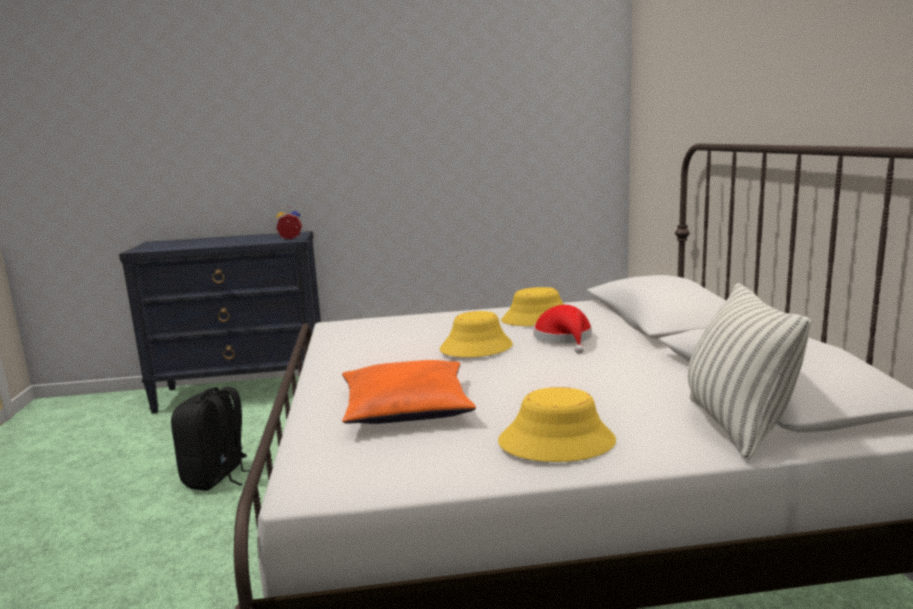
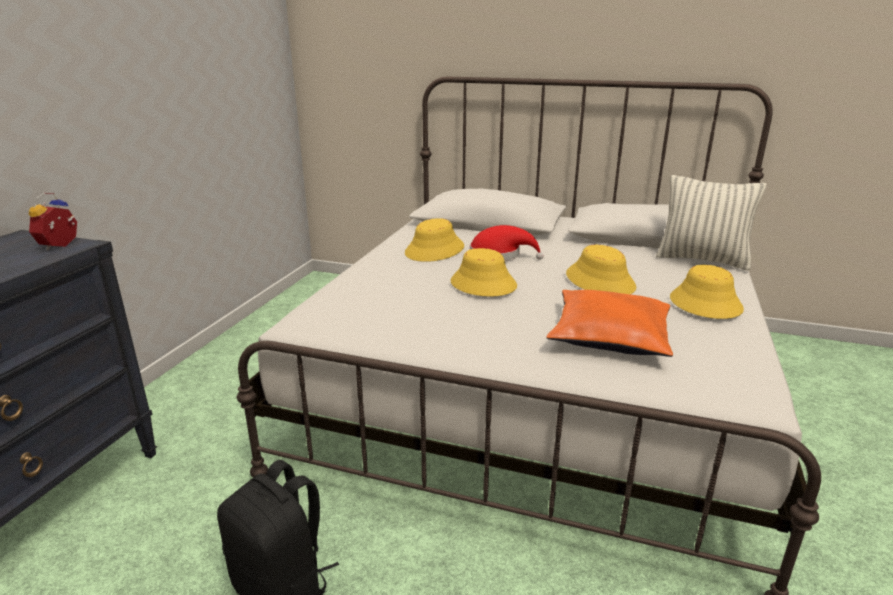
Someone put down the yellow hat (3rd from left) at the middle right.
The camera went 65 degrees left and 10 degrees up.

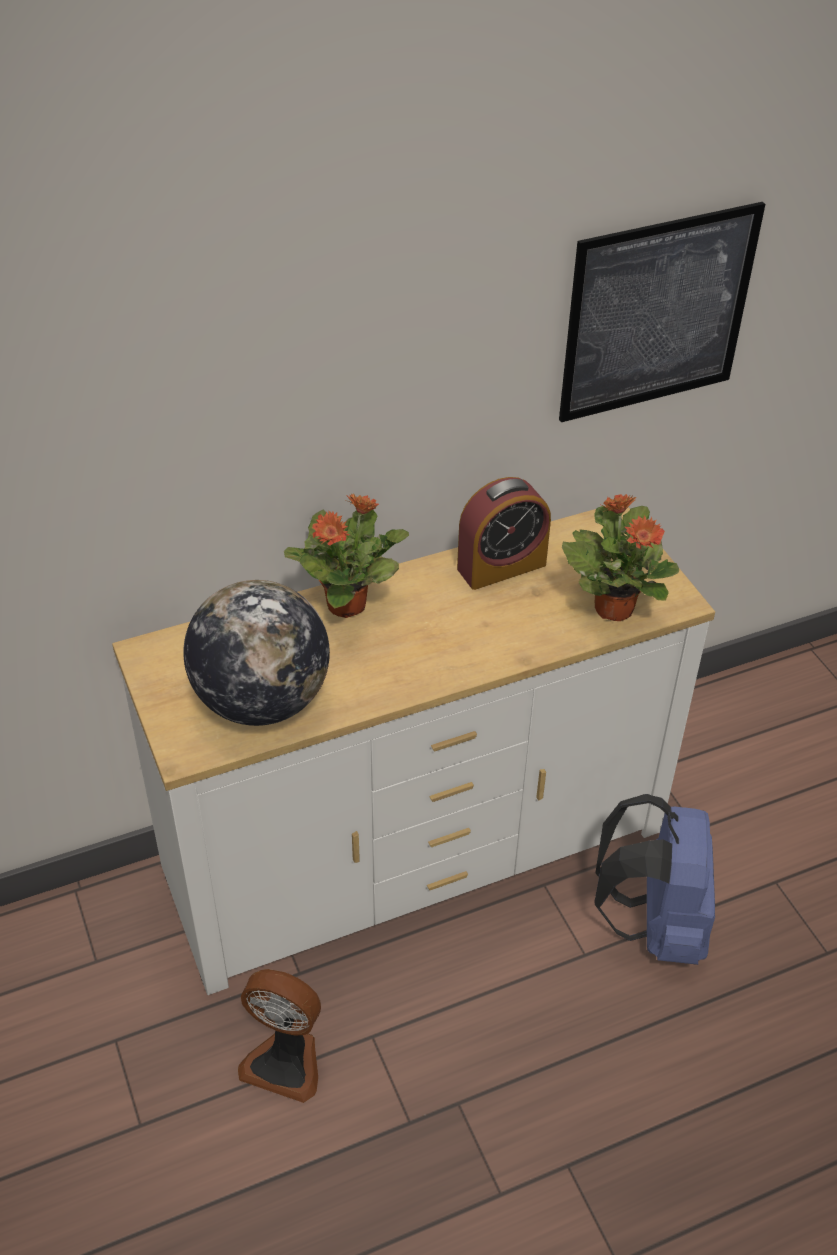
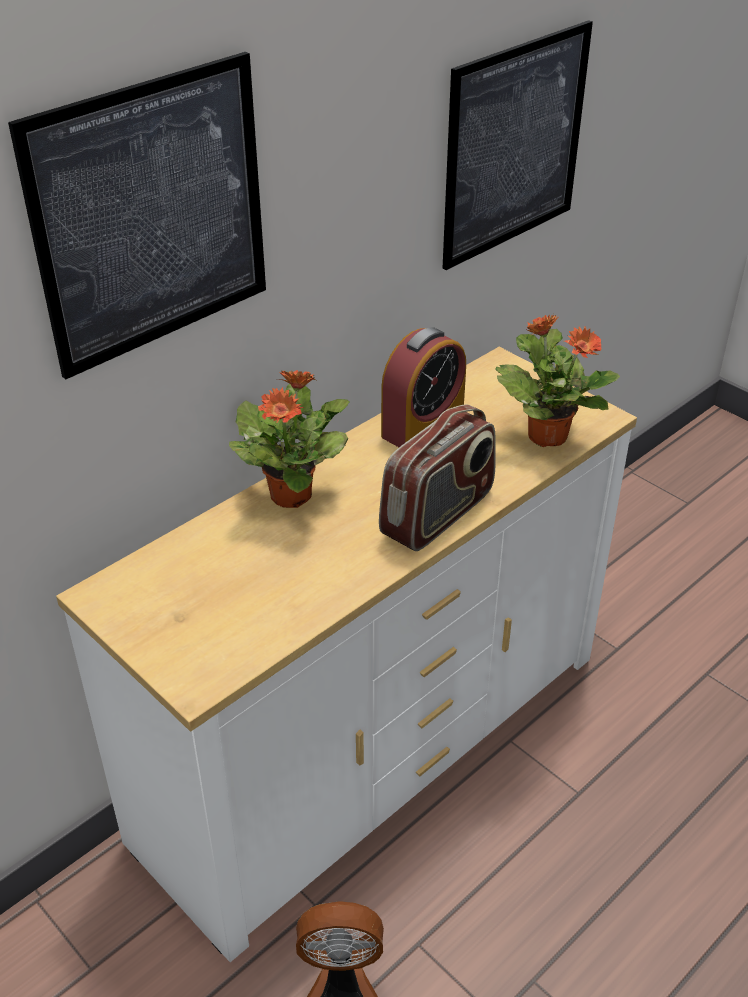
Someone took away the globe at the middle left.
Someone took away the blue backpack at the bottom right.
Someone put up the picture (1st from left) at the top left.
Someone put down the radio at the centre.
The camera went 20 degrees left and 5 degrees down.

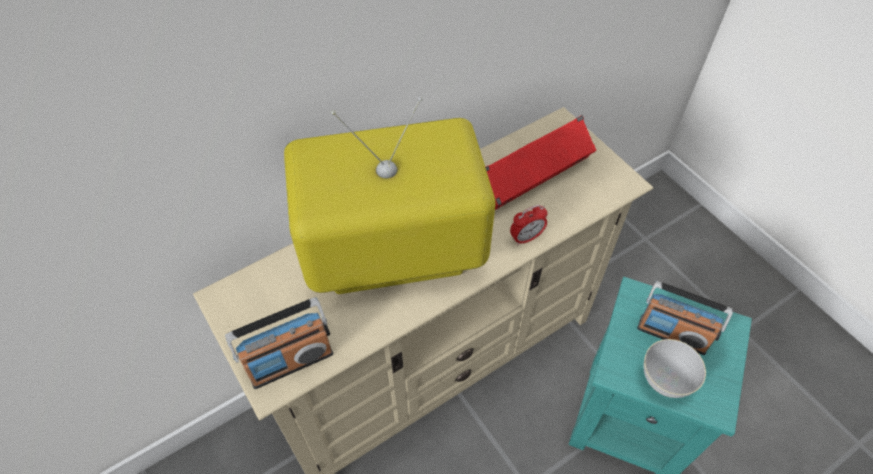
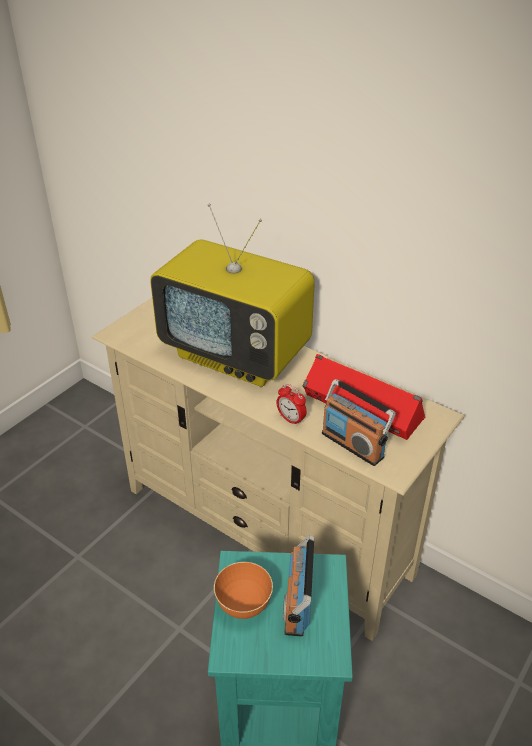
Someone carried the radio (1st from left in the first image) from the bottom left to the middle right.
Someone repainted the grey bowl at the bottom right, which became the orange bowl at the bottom centre.
Someone rotated the television at the centre by 150 degrees clockwise.
The camera went 70 degrees right and 15 degrees down.

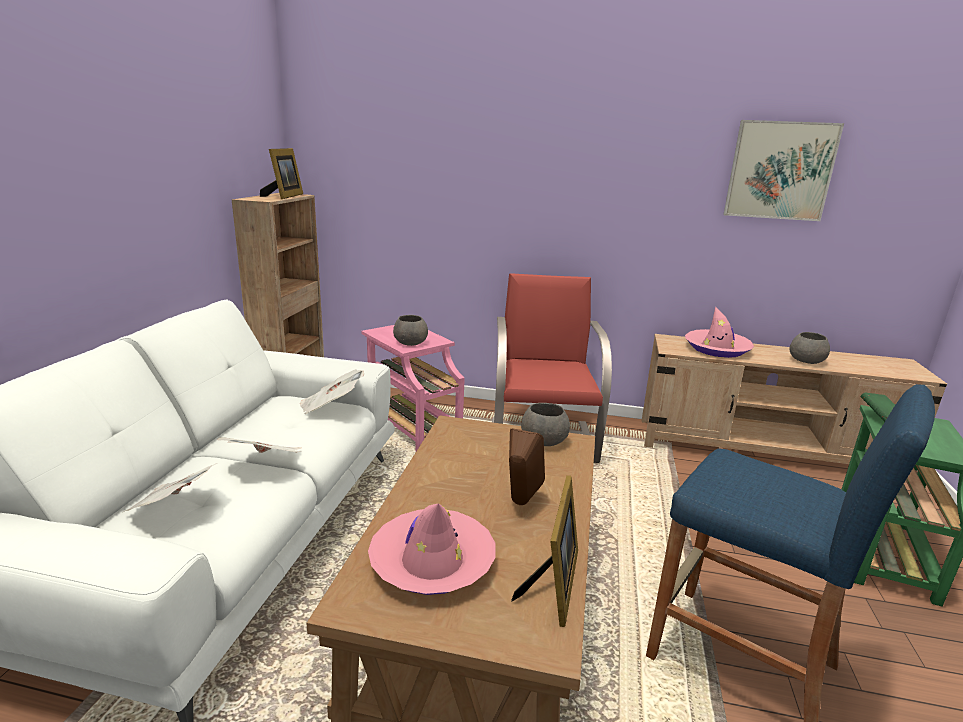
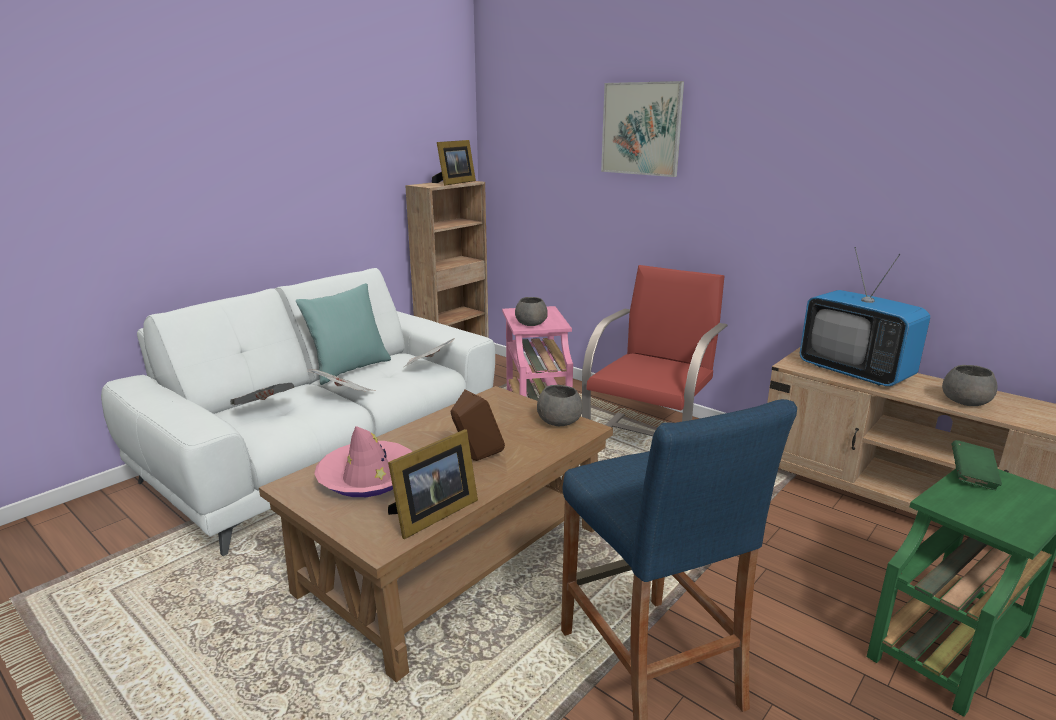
Someone put down the turquoise pillow at the middle left.
Someone carried the picture from the top right to the top centre.
Someone swapped the pink hat (2nd from left) at the middle right for the television at the middle right.
The camera went 30 degrees right and 0 degrees up.

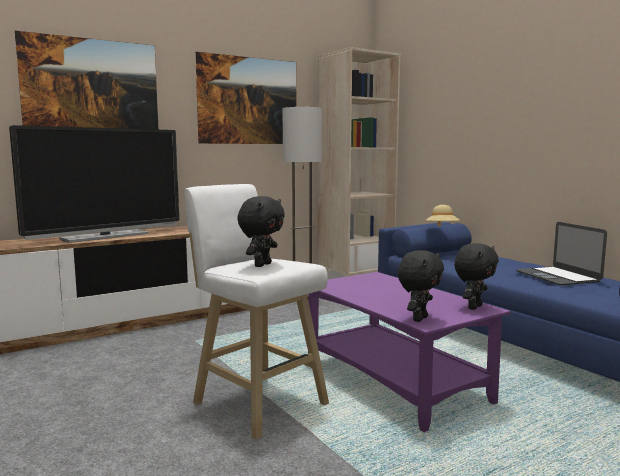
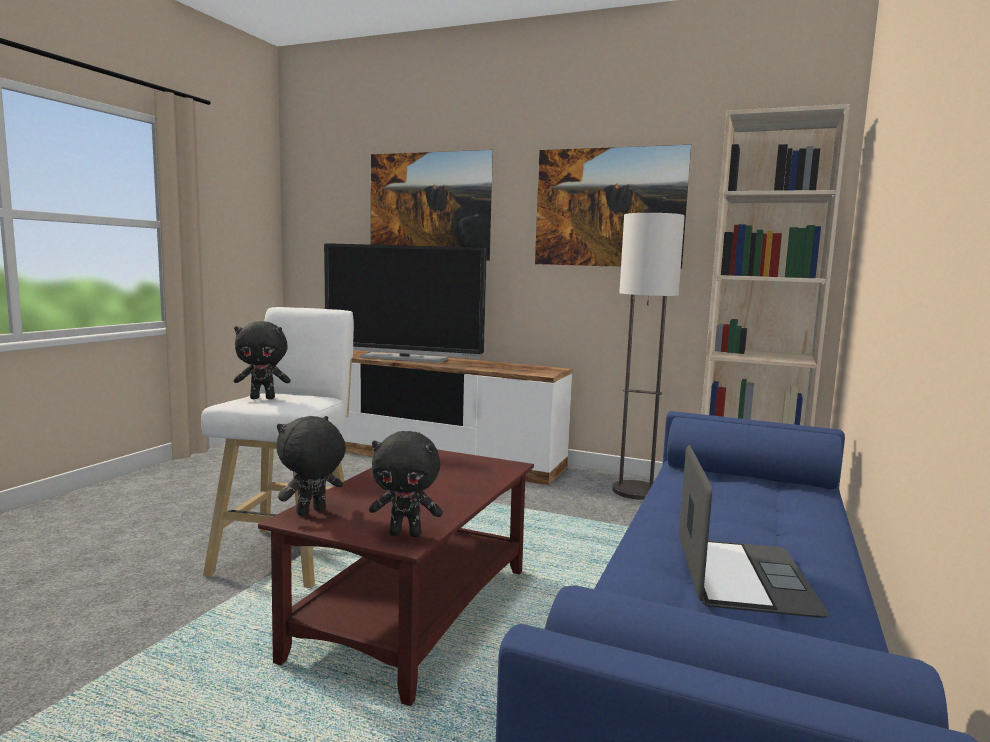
Someone took away the beige hat at the middle right.
Someone repainted the purple coffee table at the bottom centre, which became the brown coffee table at the bottom centre.
Someone rotated the black plush toy (2nd from left) at the middle right by 135 degrees clockwise.
Someone rotated the laptop at the middle right by 150 degrees clockwise.
The camera went 55 degrees right and 0 degrees up.

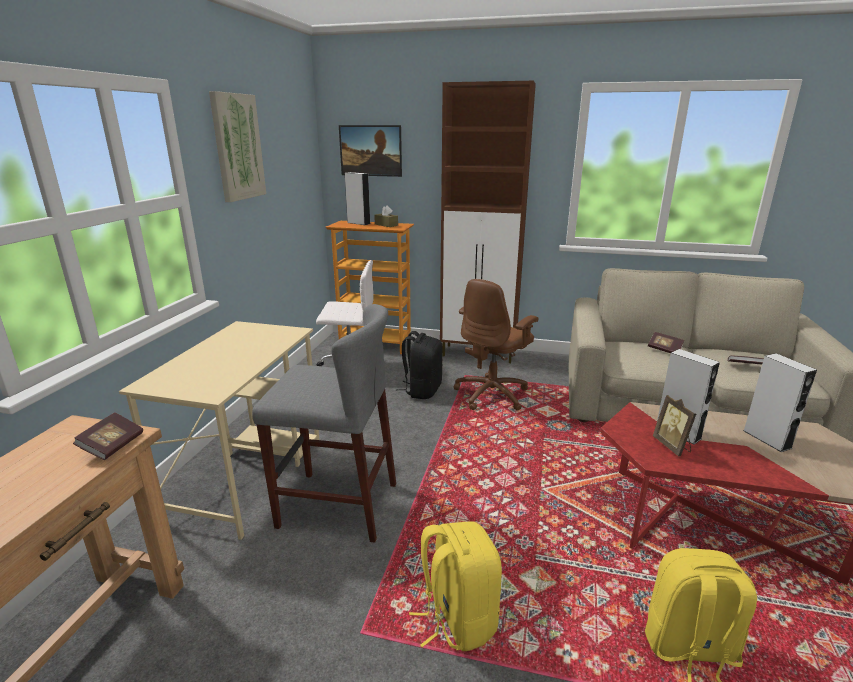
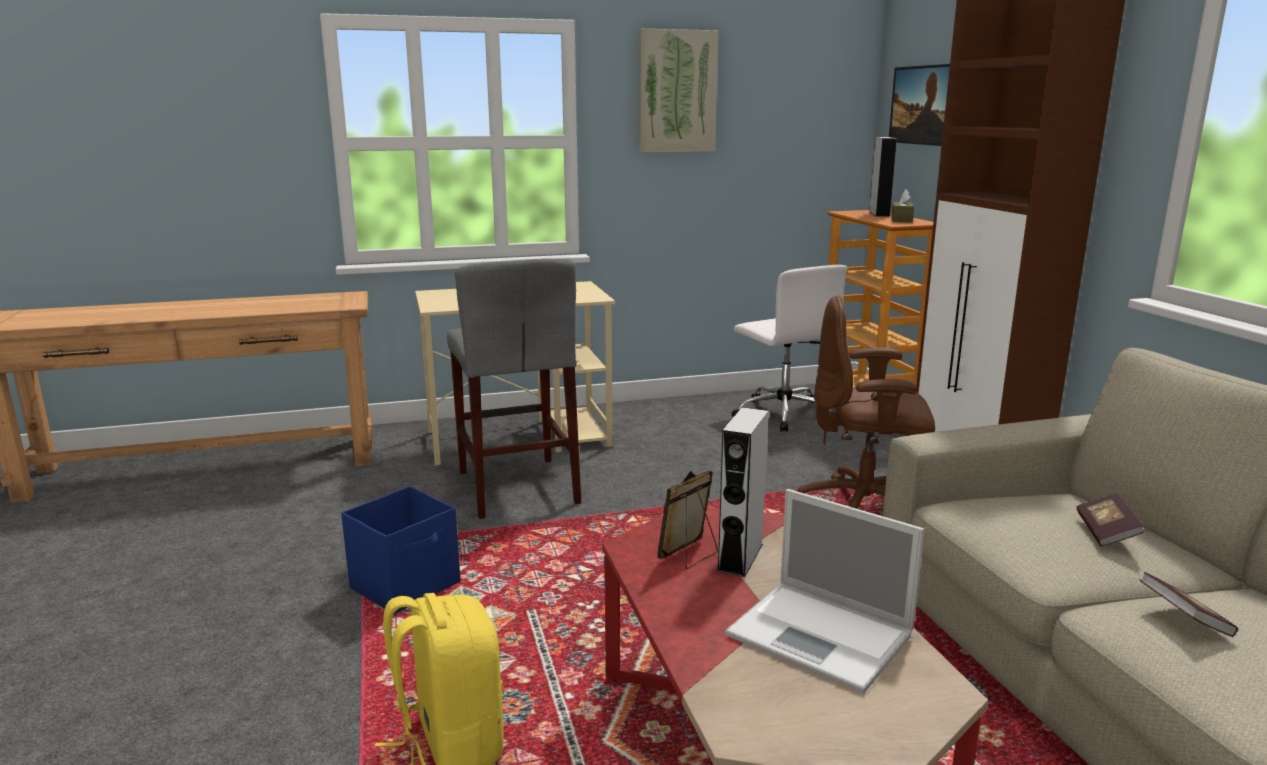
Someone took away the book (1st from left) at the middle left.
Someone took away the black backpack at the centre.
Someone swapped the yellow backpack (1st from left) at the bottom centre for the blue storage box at the bottom left.
Someone swapped the grey speaker (3rd from left) at the middle right for the laptop at the bottom centre.
The camera went 60 degrees right and 5 degrees down.

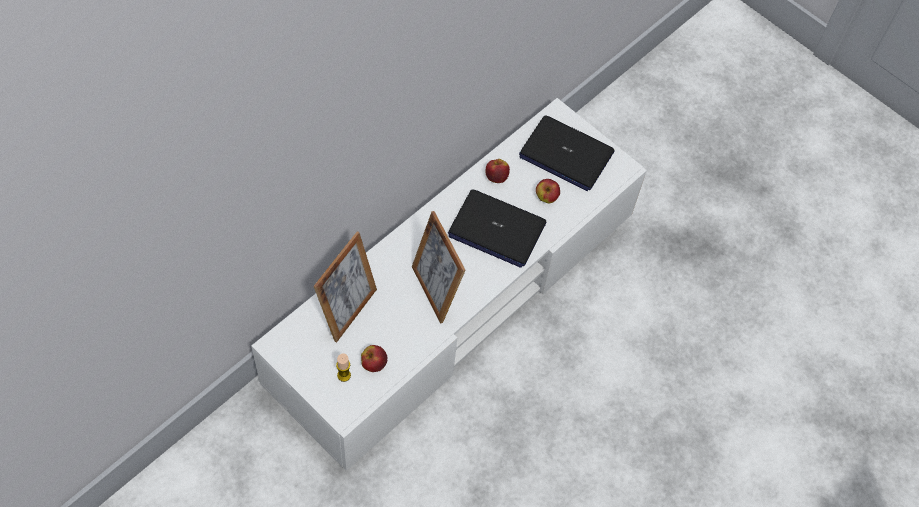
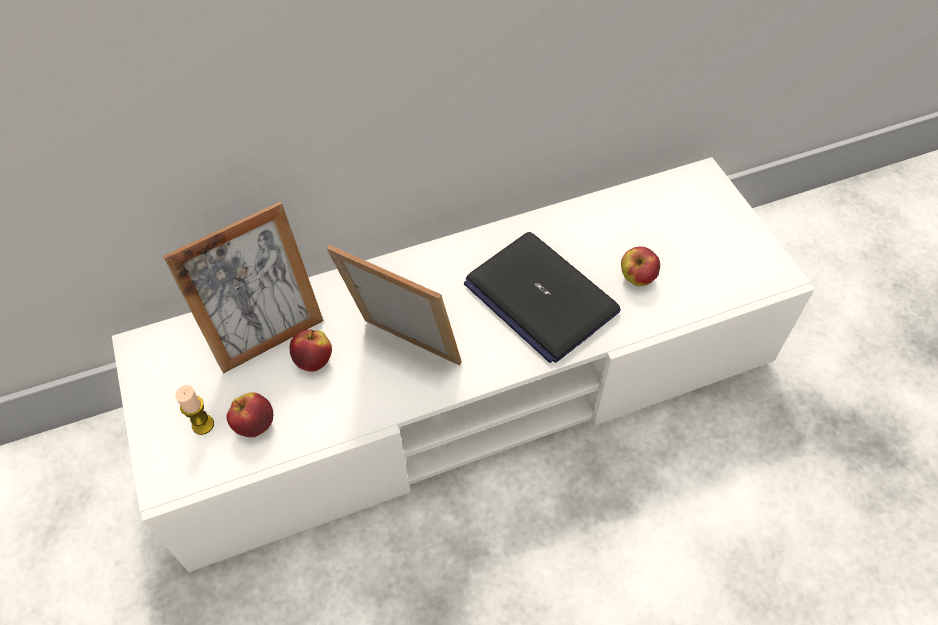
Someone took away the laptop (2nd from left) at the top centre.
Someone carried the apple (2nd from left) from the centre to the middle left.
Someone rotated the picture frame (2nd from left) at the centre by 120 degrees clockwise.
The camera went 30 degrees right and 5 degrees down.

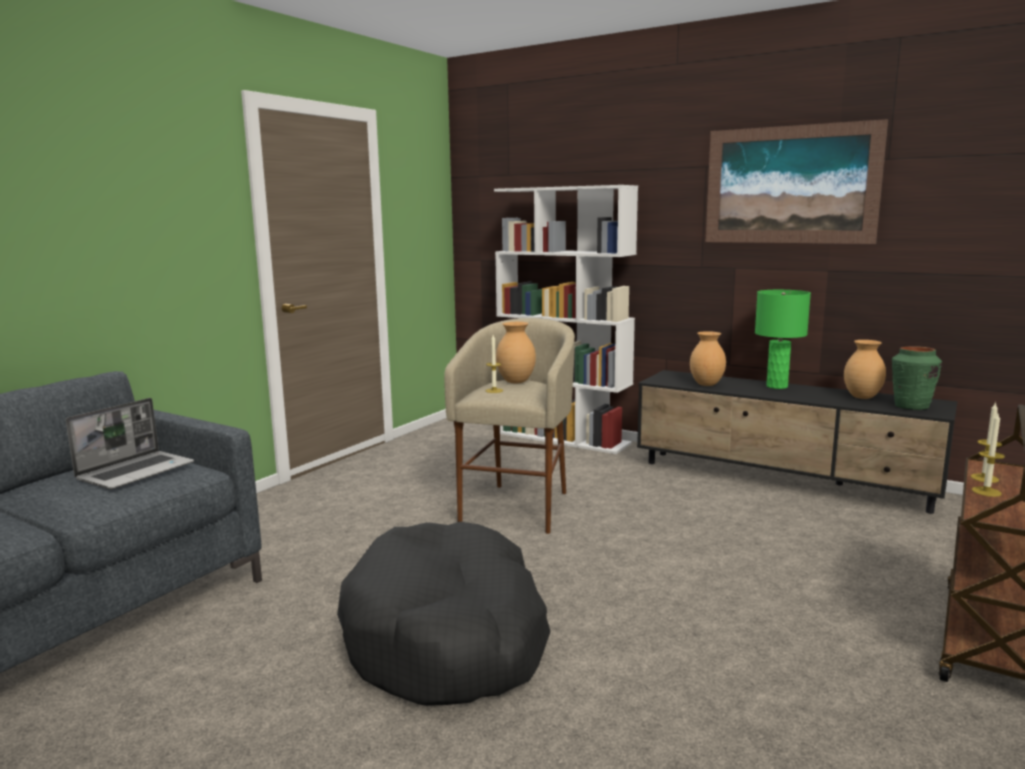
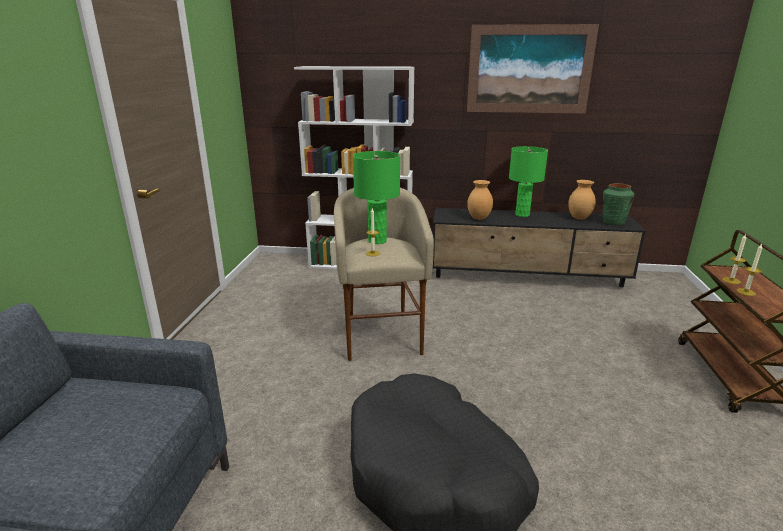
Someone took away the laptop at the middle left.
Someone swapped the brown vase (1st from left) at the centre for the green table lamp (1st from left) at the centre.
The camera went 25 degrees left and 10 degrees up.

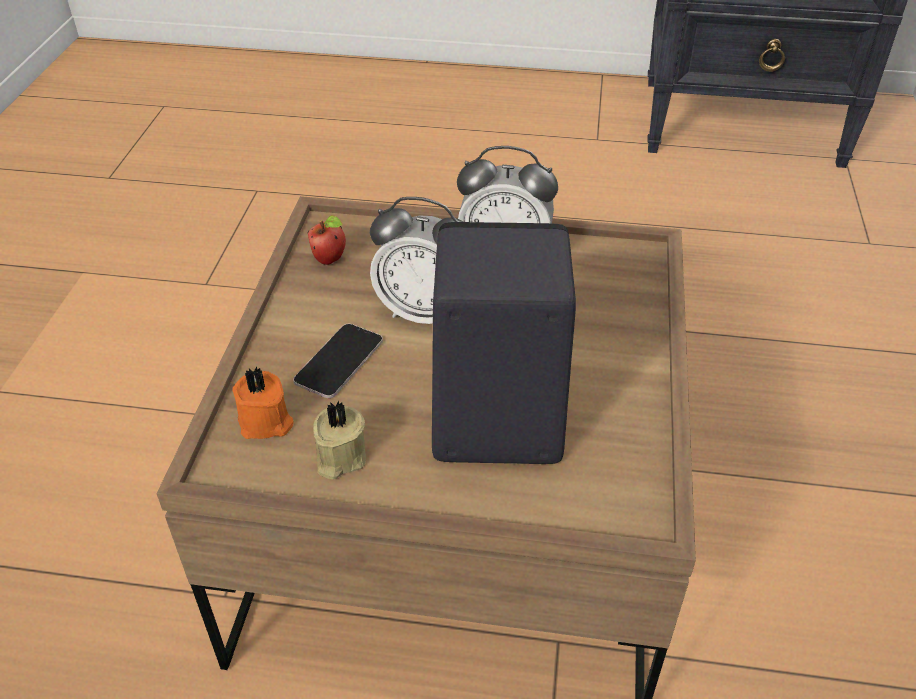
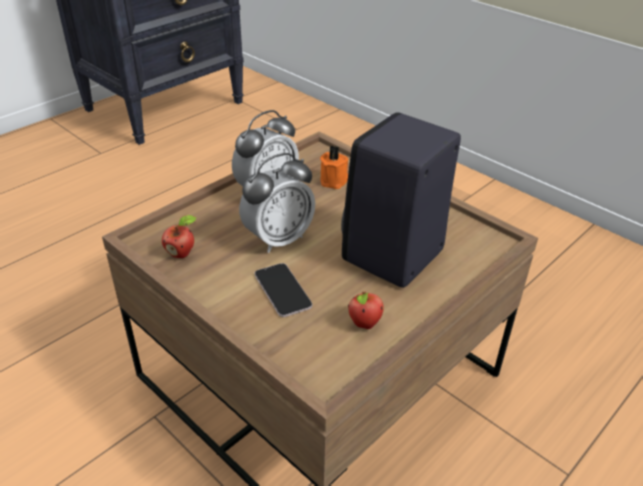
Someone carried the orange candle from the middle left to the centre.
Someone swapped the beige candle at the centre for the apple (2nd from left) at the centre.
The camera went 55 degrees left and 5 degrees down.

